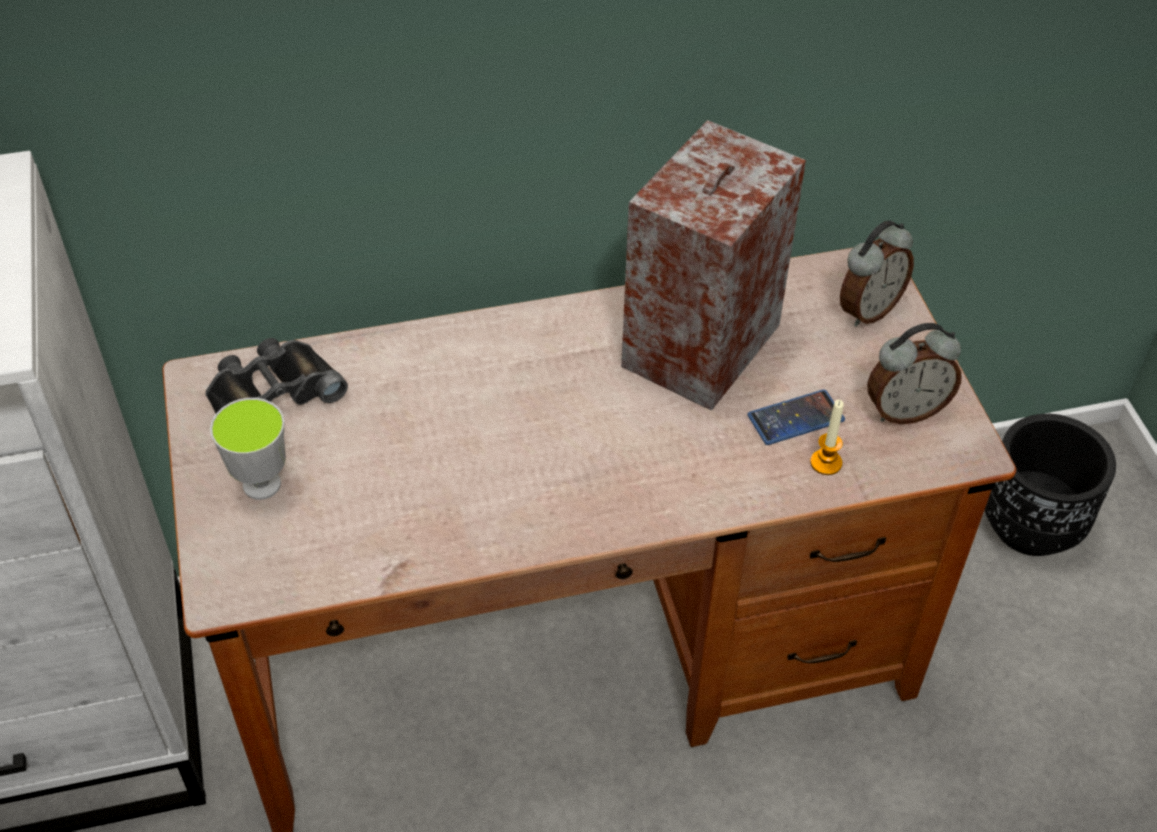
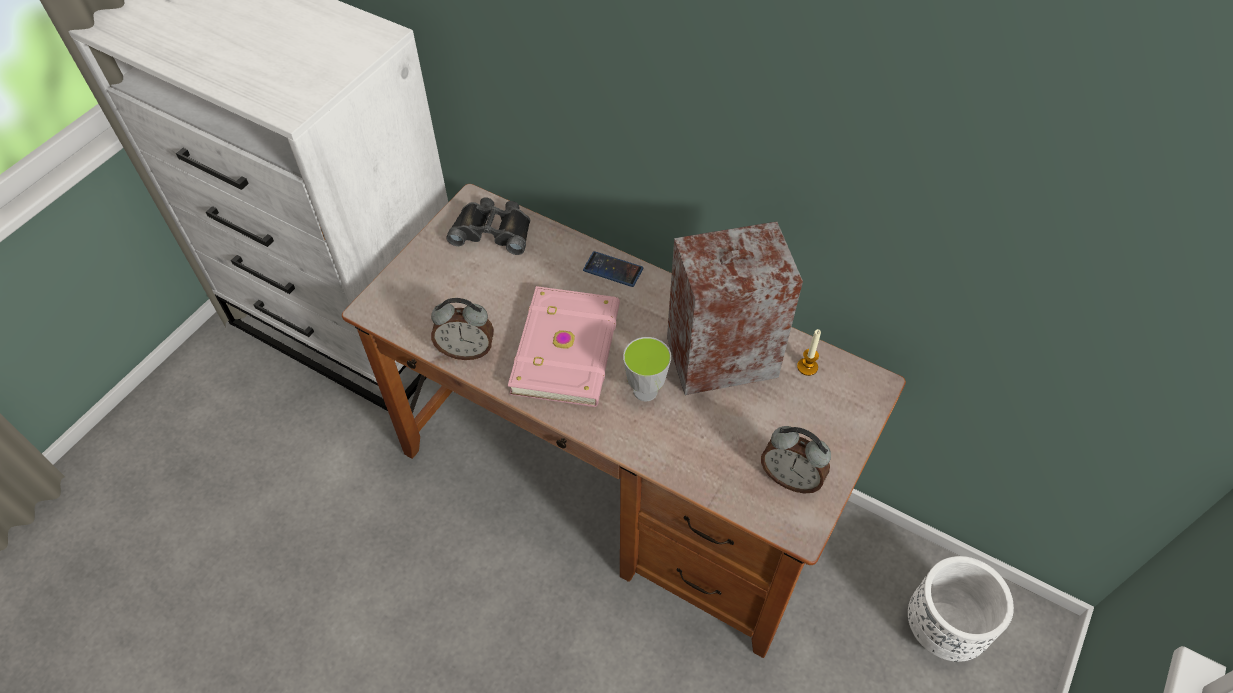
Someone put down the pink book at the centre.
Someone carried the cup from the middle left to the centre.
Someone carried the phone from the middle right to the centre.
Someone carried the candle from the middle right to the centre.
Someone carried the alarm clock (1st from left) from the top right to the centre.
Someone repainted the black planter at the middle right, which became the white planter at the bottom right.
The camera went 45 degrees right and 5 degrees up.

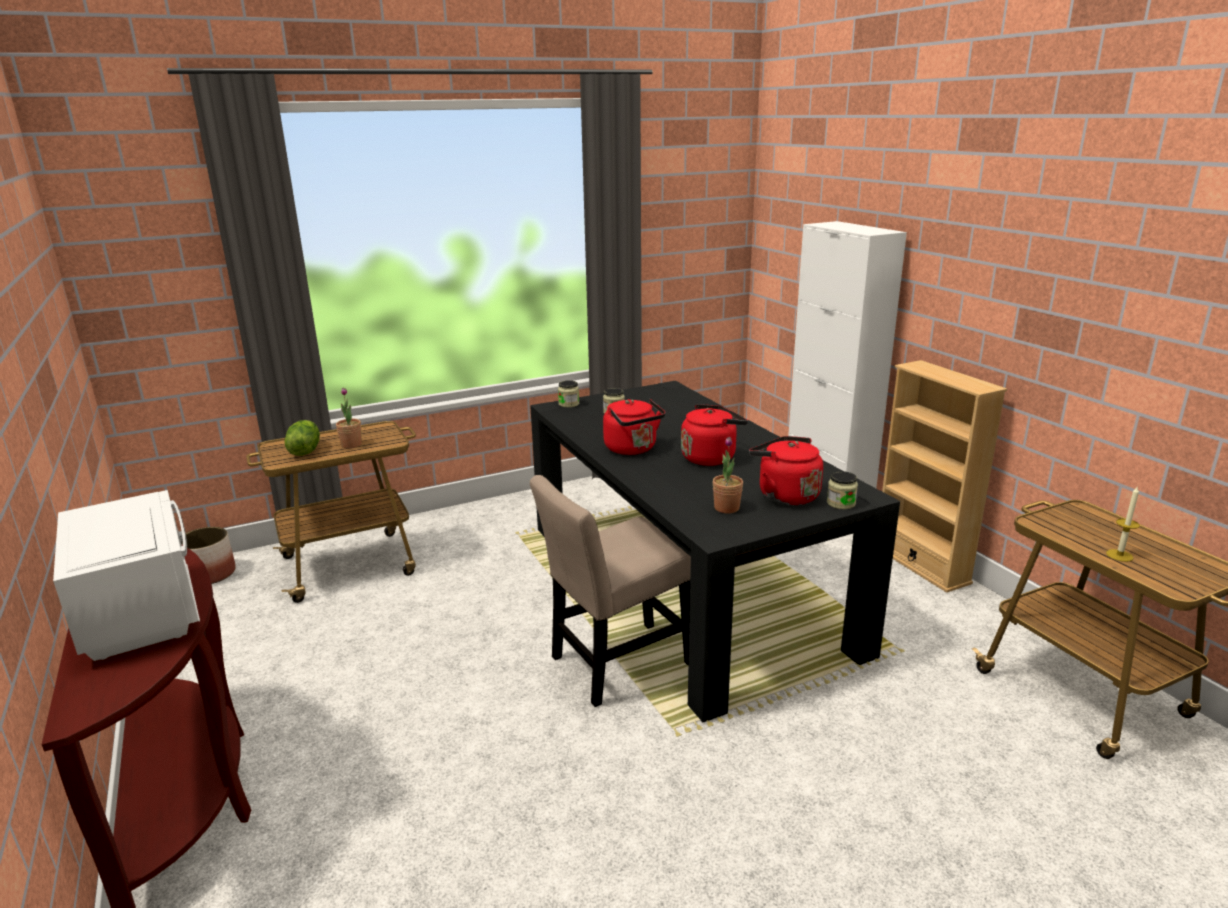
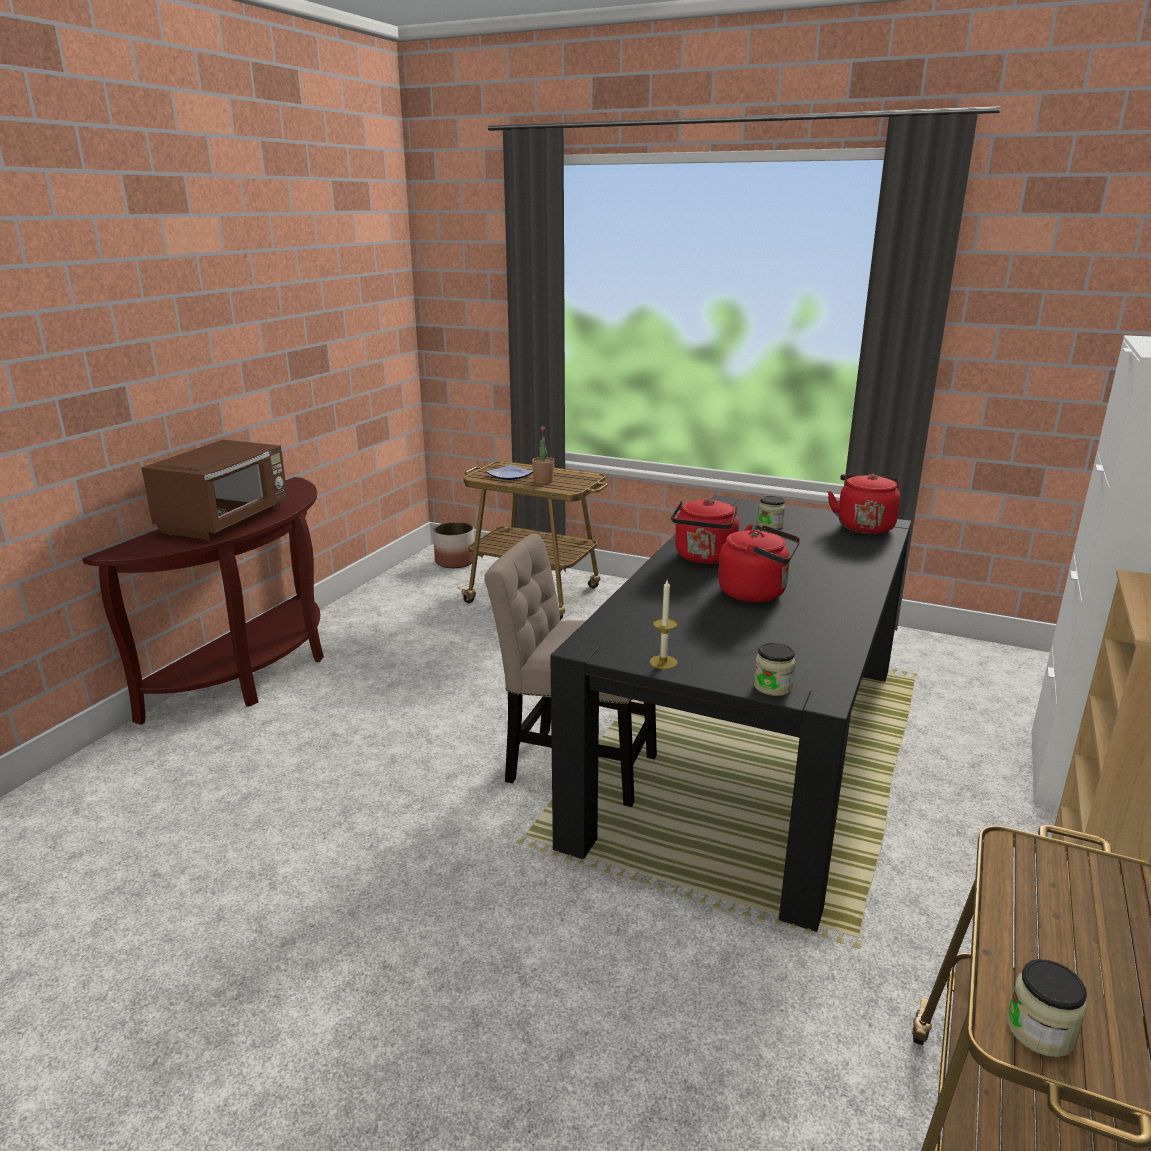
Someone took away the potted plant (2nd from left) at the centre.
Someone carried the jar (1st from left in the first image) from the centre to the bottom right.
Someone carried the red kettle (3rd from left) from the centre to the middle right.
Someone carried the candle from the middle right to the centre.
Someone swapped the lettuce at the middle left for the plate at the centre.
Someone repainted the white microwave at the middle left, which became the brown microwave at the middle left.
The camera went 50 degrees right and 0 degrees up.

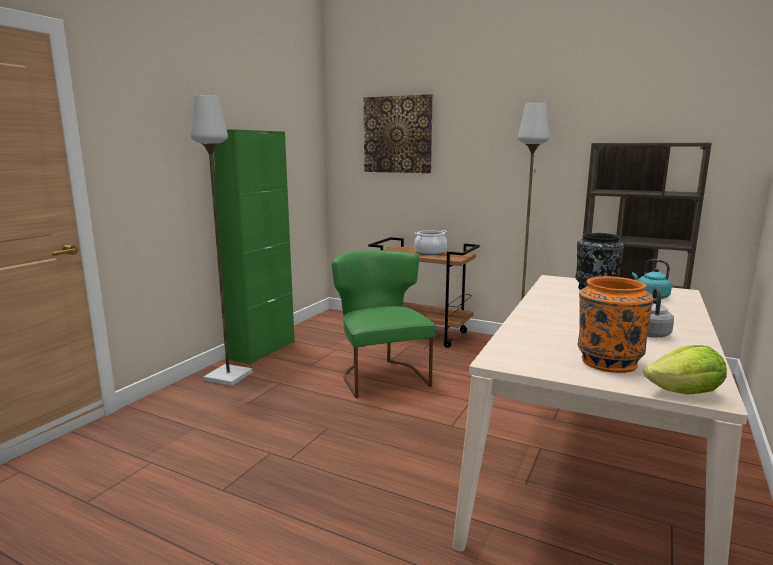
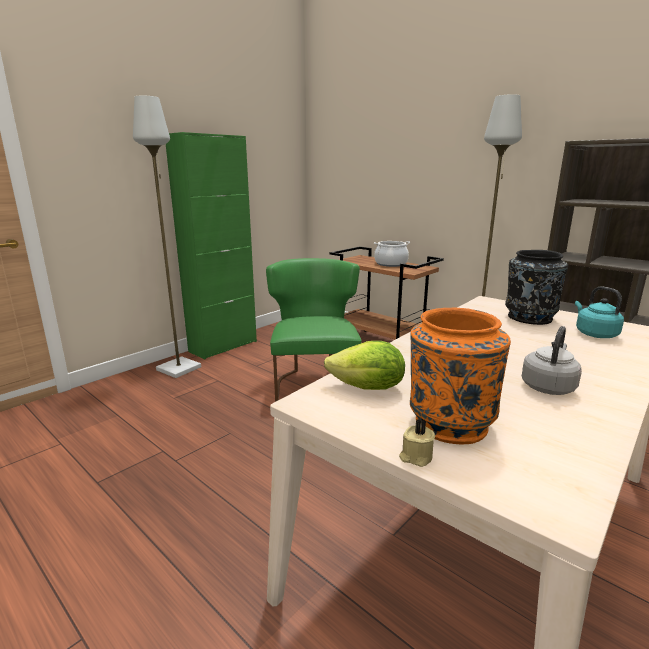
Someone took away the picture at the top centre.
Someone put down the beige candle at the bottom centre.
Someone carried the lettuce from the middle right to the centre.
The camera went 15 degrees right and 5 degrees up.

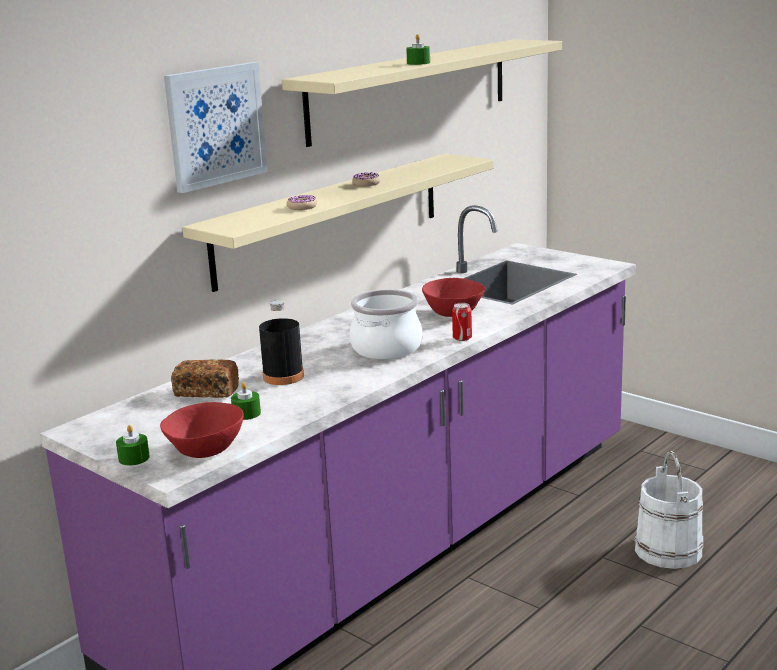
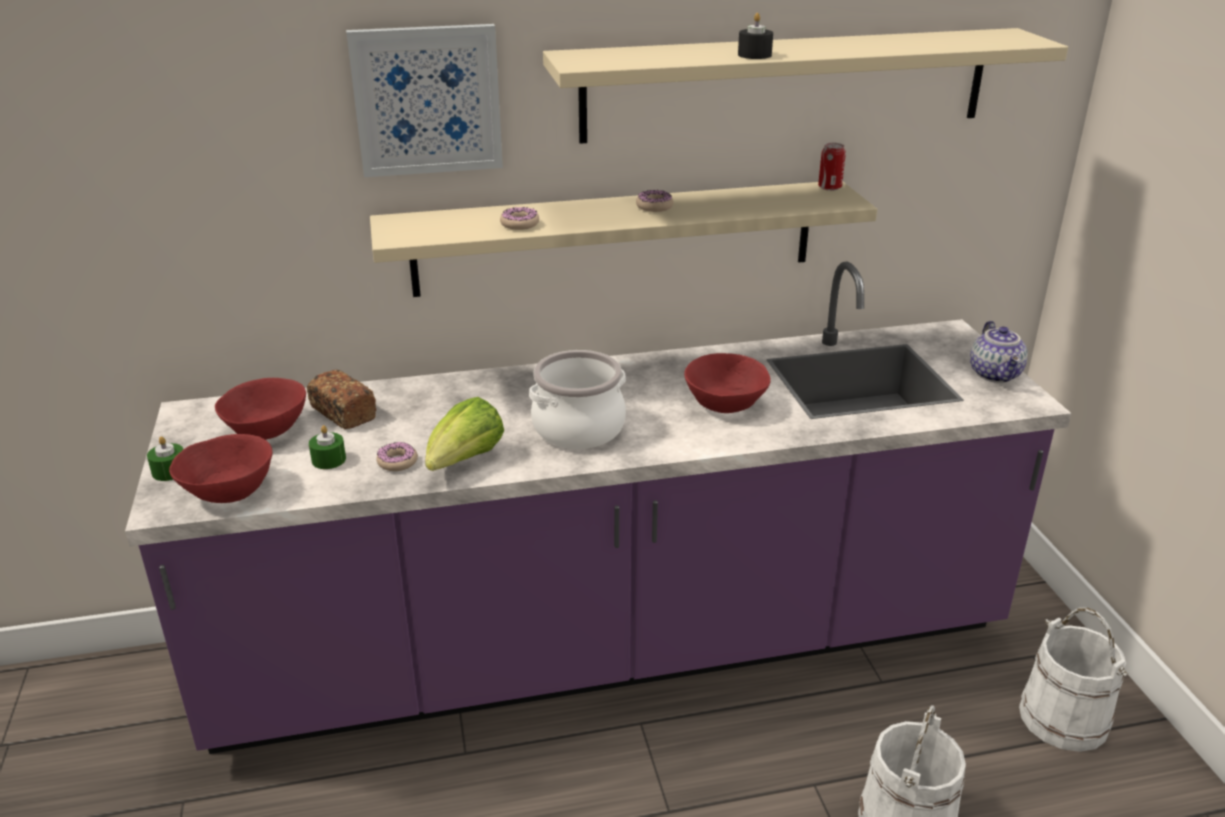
Someone took away the black bottle at the centre.
Someone put down the red bowl (2nd from left) at the middle left.
Someone put down the donut (1st from left) at the middle left.
Someone put down the lettuce at the centre.
Someone put down the teapot at the middle right.
Someone put down the white bucket (2nd from left) at the bottom right.
Someone carried the can from the centre to the top right.
Someone repainted the green candle (3rd from left) at the top centre, which became the black candle at the top centre.
The camera went 35 degrees right and 10 degrees up.

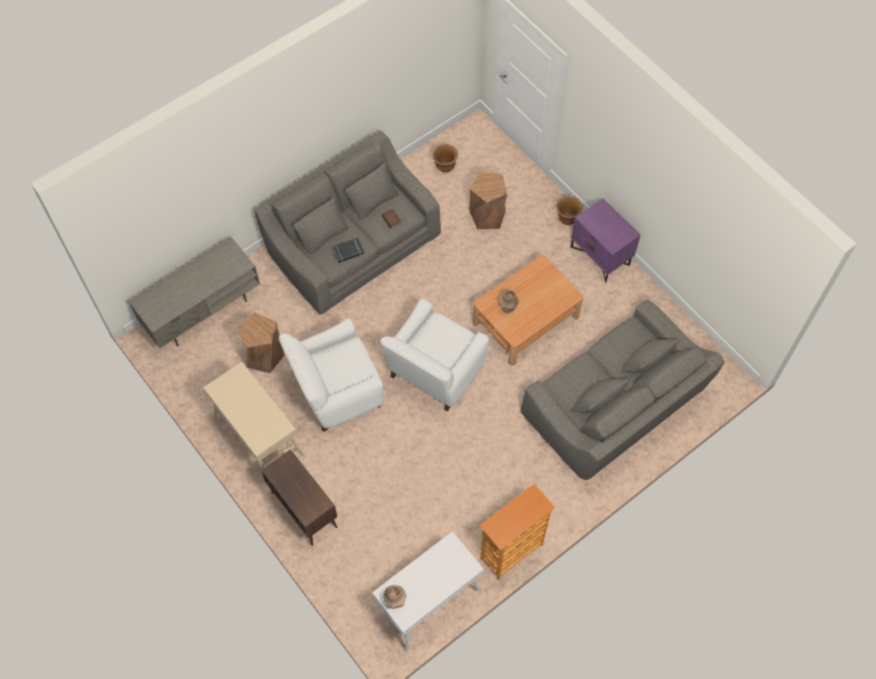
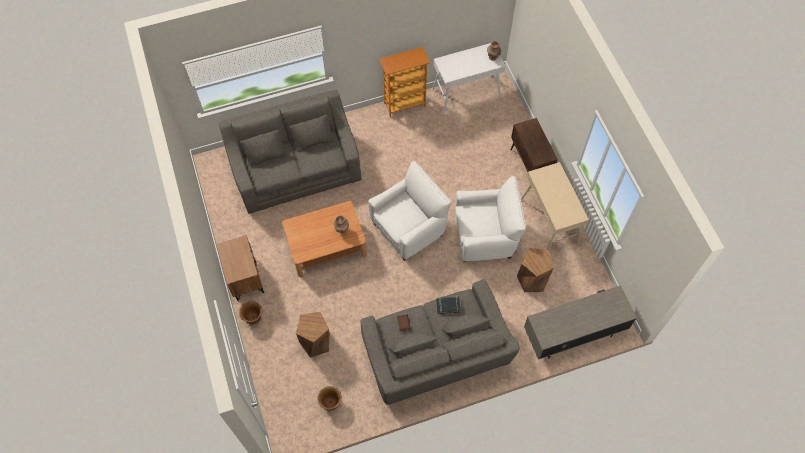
Someone repainted the purple nightstand at the middle right, which became the brown nightstand at the middle left.
The camera went 160 degrees left and 0 degrees up.

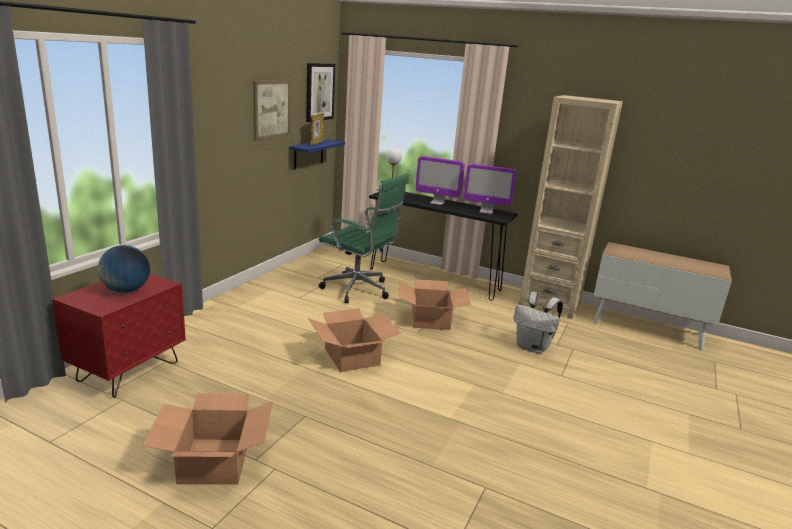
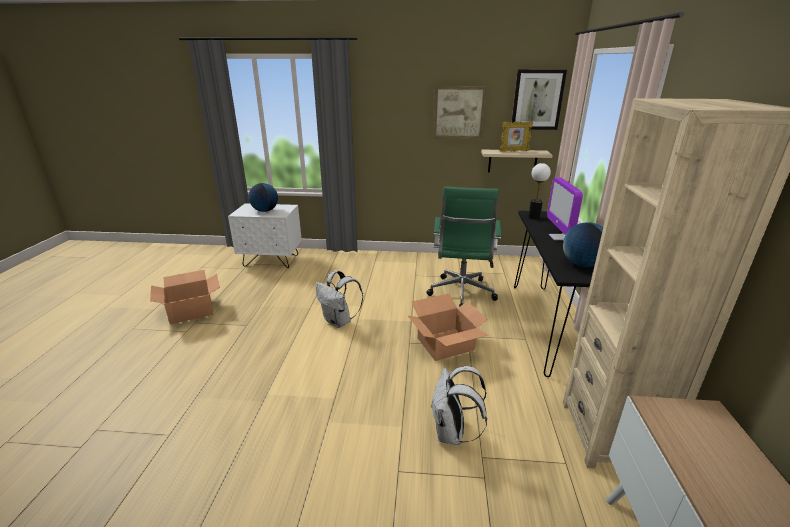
Someone swapped the cardboard box (2nd from left) at the centre for the white backpack (1st from left) at the centre.
Someone swapped the monitor (2nd from left) at the centre for the globe (2nd from left) at the middle right.
Someone repainted the red nightstand at the middle left, which became the white nightstand at the centre.
Someone repainted the blue shelf at the top centre, which became the beige shelf at the top centre.
The camera went 70 degrees right and 5 degrees up.

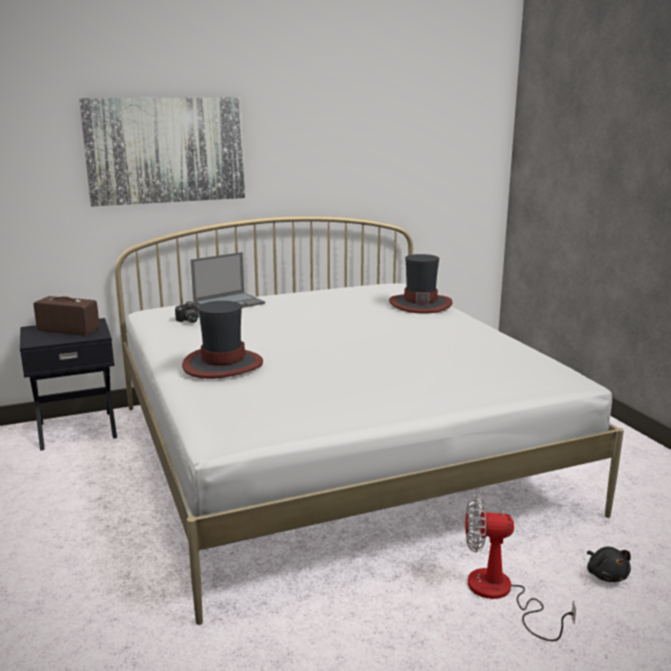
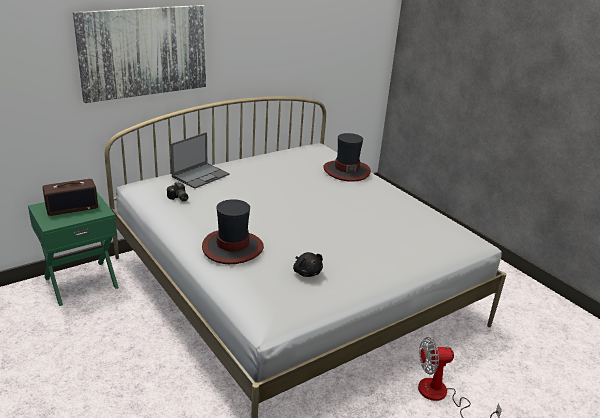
Someone carried the black plush toy from the bottom right to the centre.
Someone repainted the black nightstand at the middle left, which became the green nightstand at the middle left.
Someone rotated the radio at the middle left by 150 degrees clockwise.
The camera went 15 degrees left and 10 degrees up.

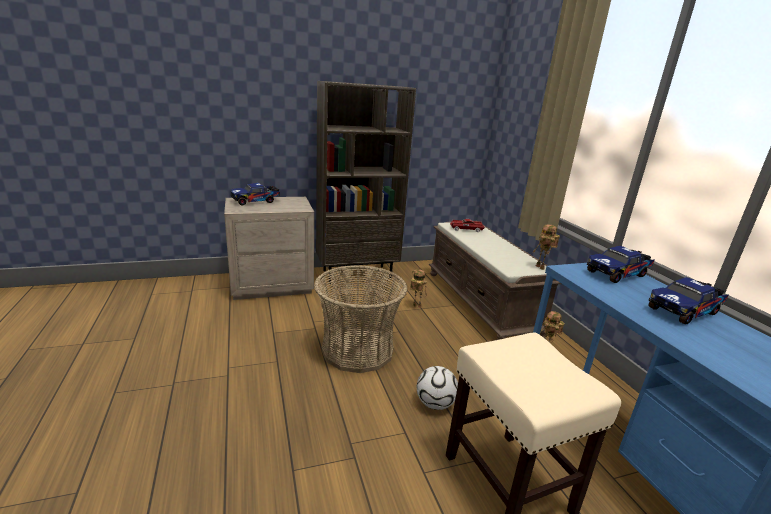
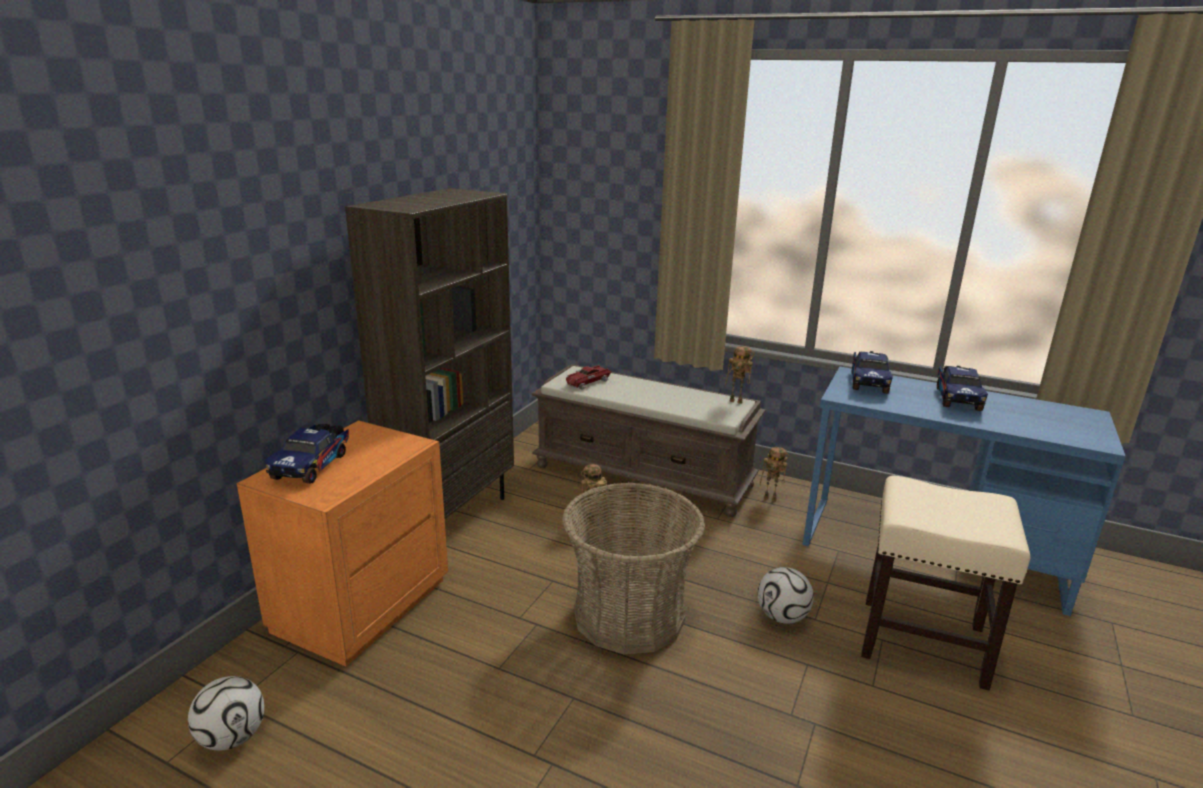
Someone put down the football (1st from left) at the bottom left.
Someone repainted the beige nightstand at the centre, which became the orange nightstand at the bottom left.
The camera went 45 degrees left and 0 degrees up.

